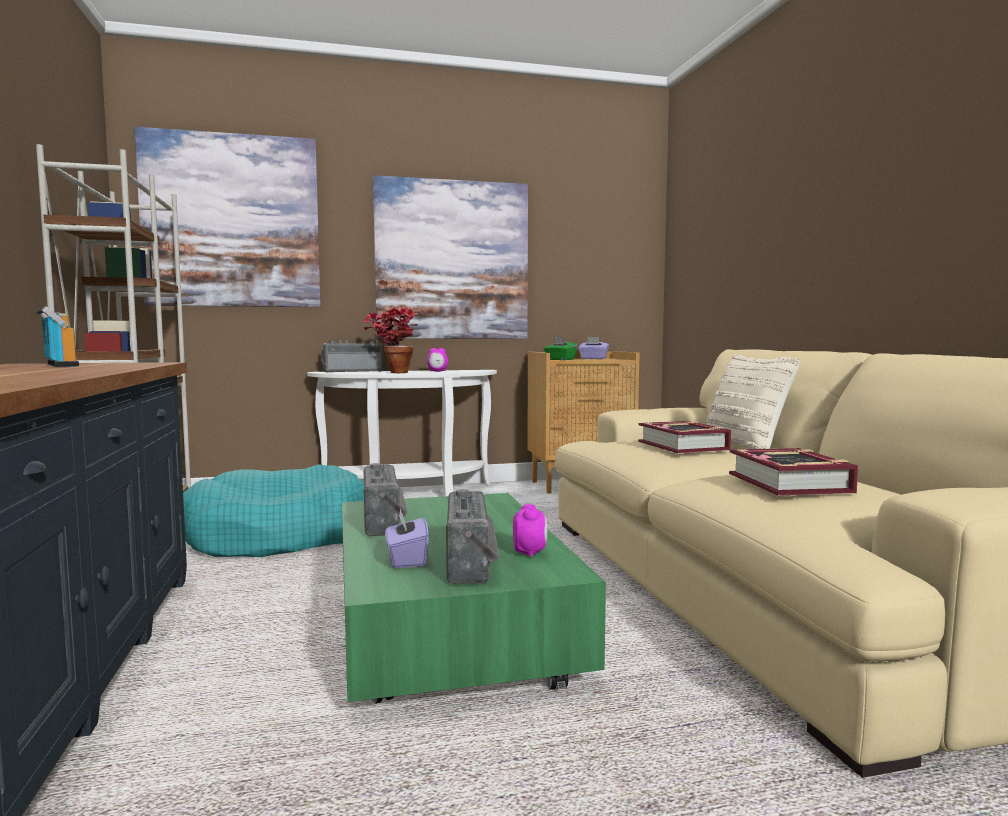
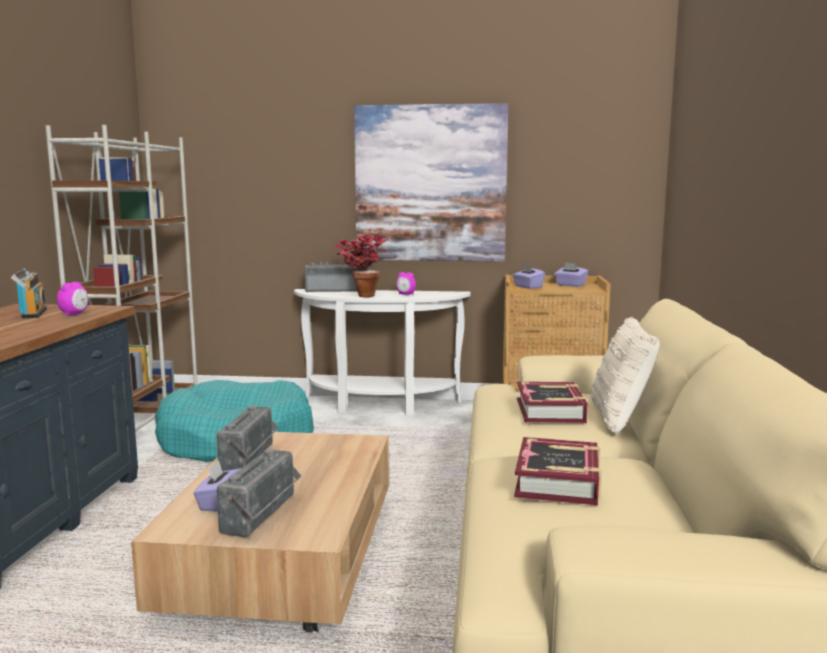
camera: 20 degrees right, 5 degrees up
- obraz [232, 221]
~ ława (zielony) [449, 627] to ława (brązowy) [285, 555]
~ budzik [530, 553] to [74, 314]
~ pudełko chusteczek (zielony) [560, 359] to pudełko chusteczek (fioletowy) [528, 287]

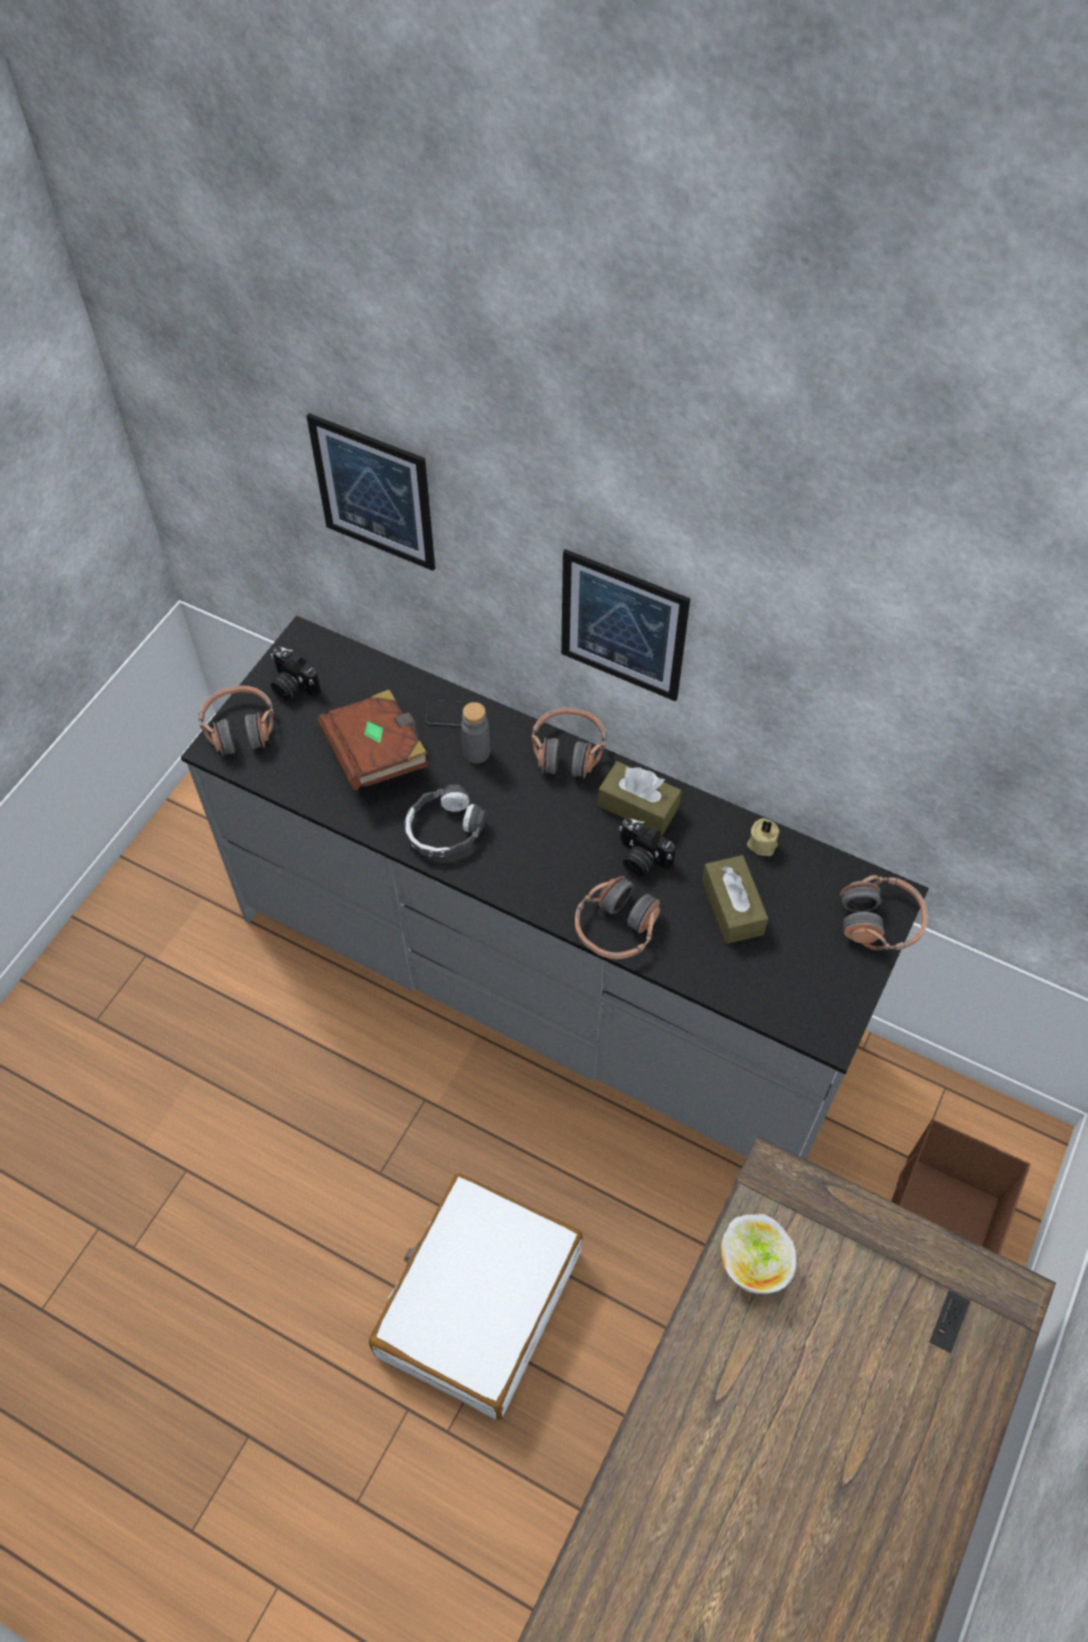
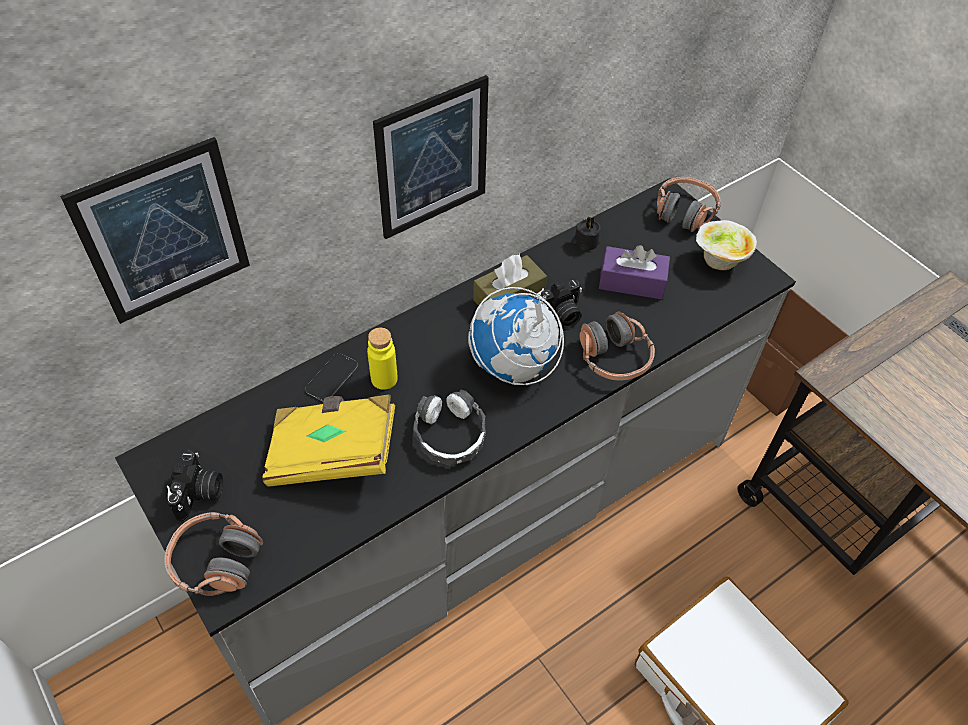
camera: 65 degrees left, 5 degrees down
~ aparat fotograficzny [292, 686] = [200, 494] 60 degrees counterclockwise
~ książka (brązowy) [377, 754] to książka (żółty) [332, 453]
~ butelka (szary) [476, 752] to butelka (żółty) [384, 379]
- słuchawki [568, 751]
~ pudełko chusteczek (brązowy) [732, 907] to pudełko chusteczek (fioletowy) [632, 282]
~ miska [754, 1264] to [718, 261]
~ świeca (beżowy) [762, 843] to świeca (czarny) [585, 242]
+ globus [512, 365]

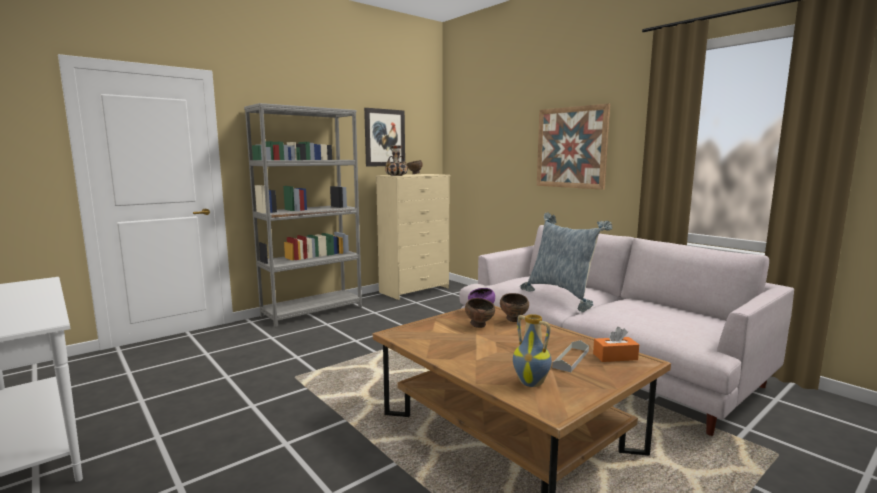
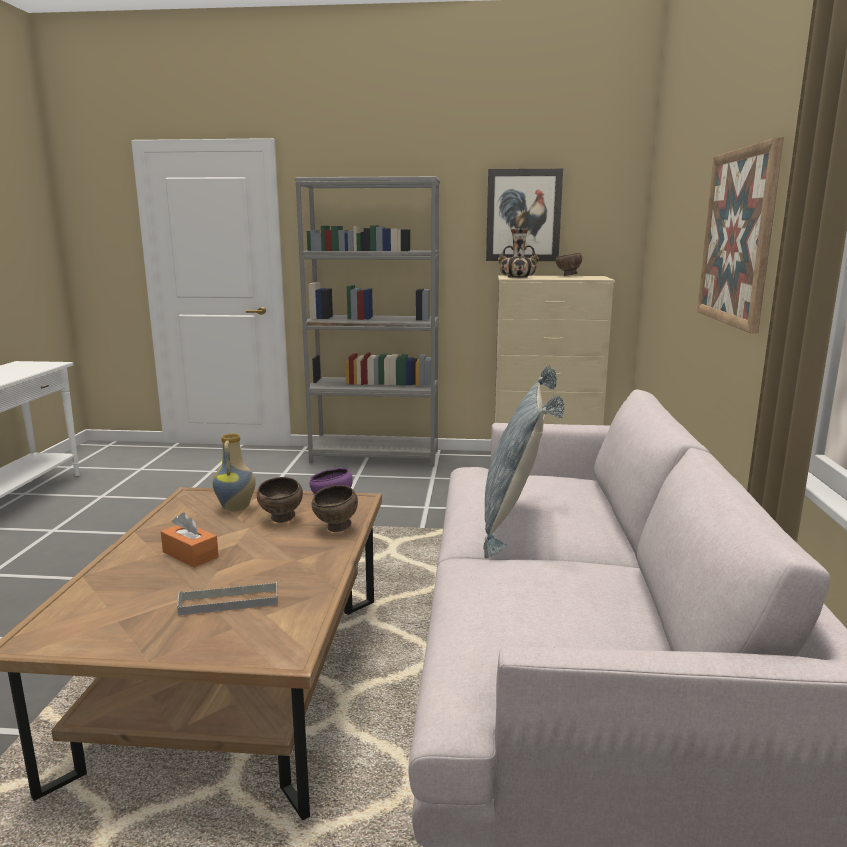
camera: 45 degrees right, 5 degrees up
~ wazon [531, 383] to [237, 508]
~ pudełko chusteczek (pomarańczowy) [615, 357] to [190, 554]

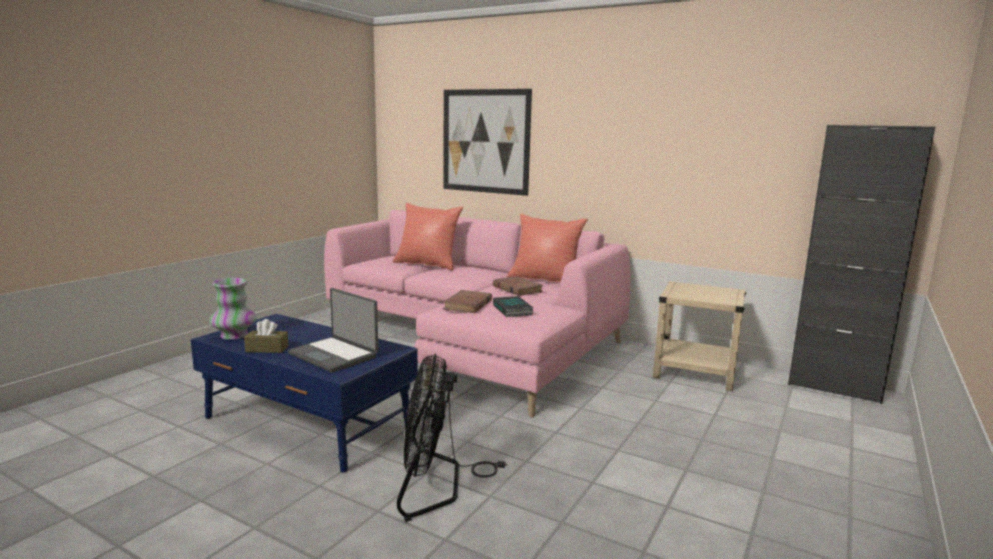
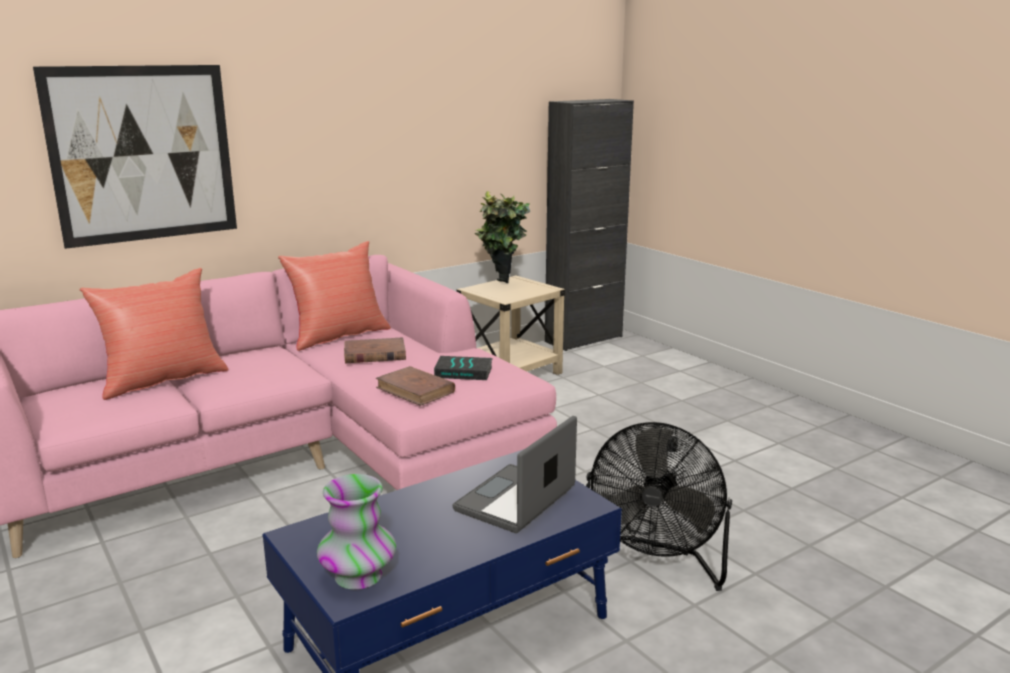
camera: 65 degrees left, 5 degrees up
- pudełko chusteczek (brązowy) [267, 349]
~ laptop [334, 355] = [517, 501] 150 degrees clockwise
+ roślina doniczkowa [501, 286]

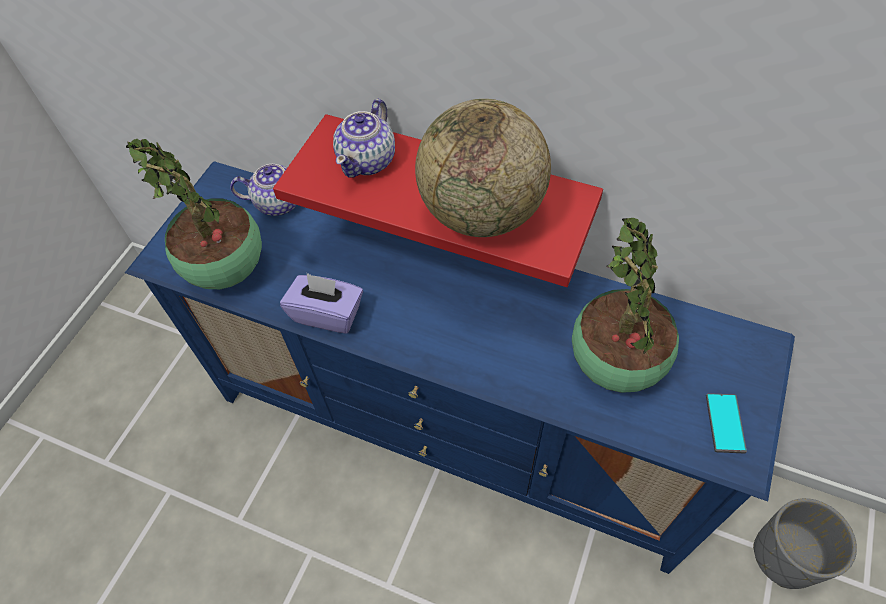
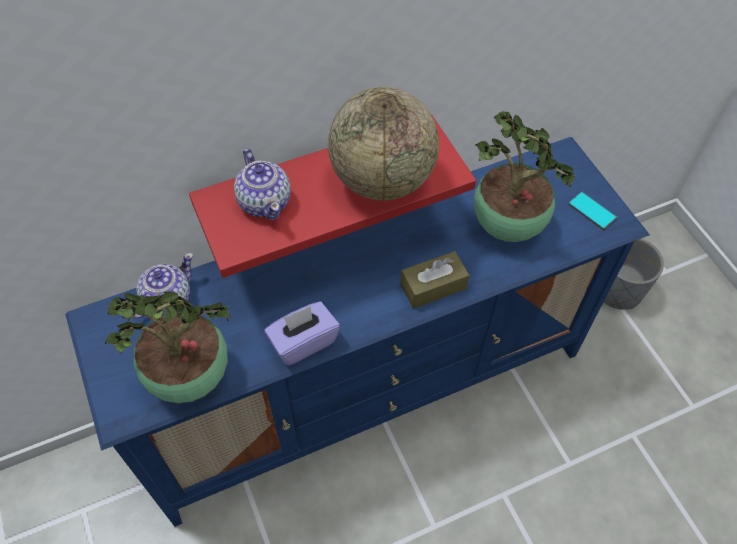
camera: 50 degrees left, 0 degrees up
+ pudełko chusteczek (brązowy) [433, 286]

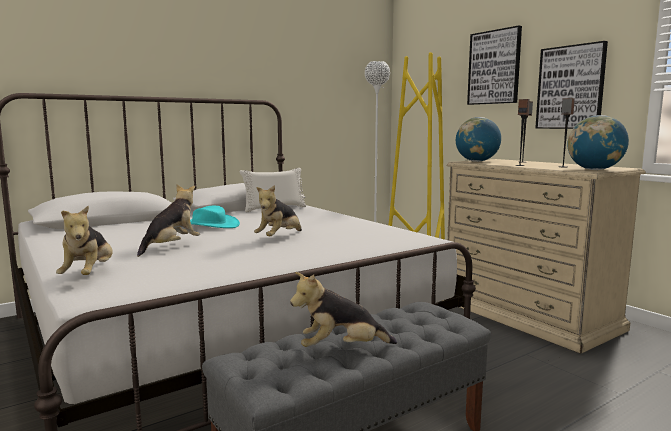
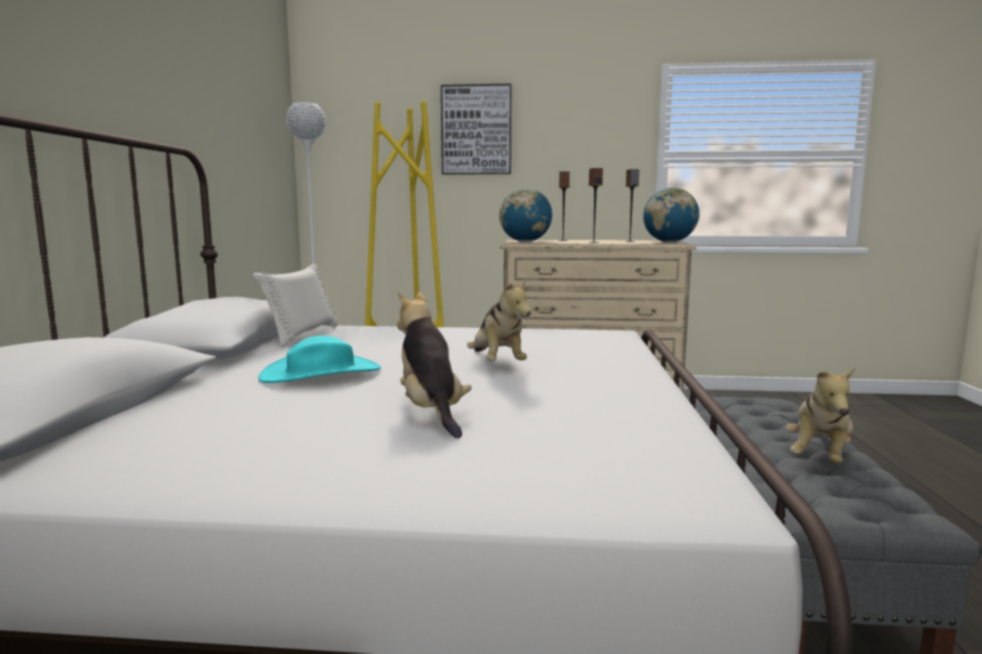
camera: 50 degrees left, 0 degrees up
- pluszak [89, 275]
- obraz [570, 87]

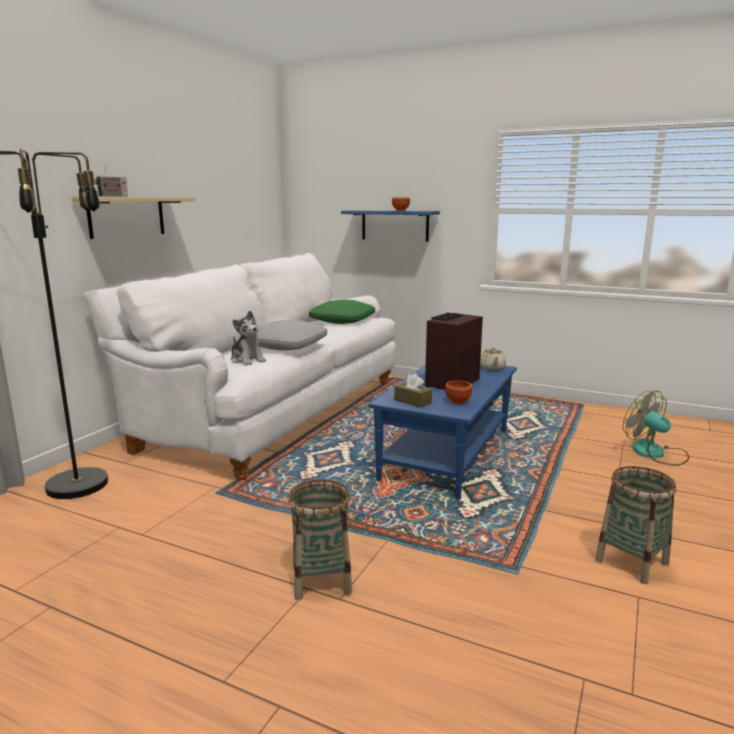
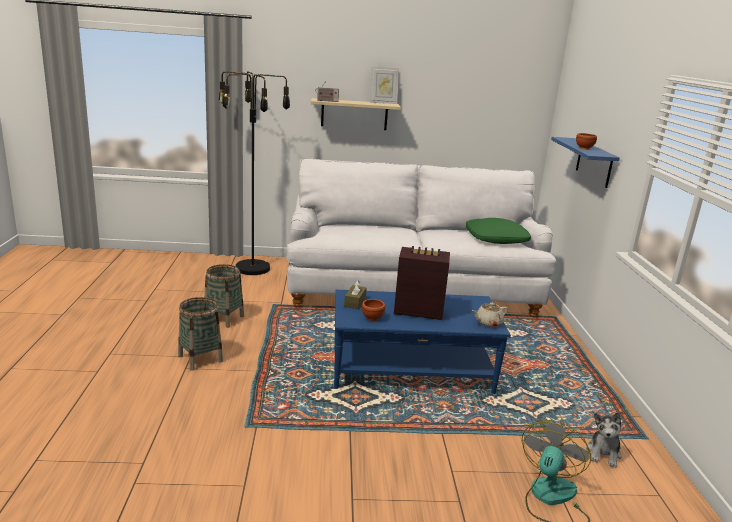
camera: 60 degrees right, 5 degrees up
~ pluszak [247, 360] to [603, 453]
- poduszka (szary) [286, 345]
~ koszyk [632, 562] to [223, 318]
+ ramka na zdjęcie [383, 103]

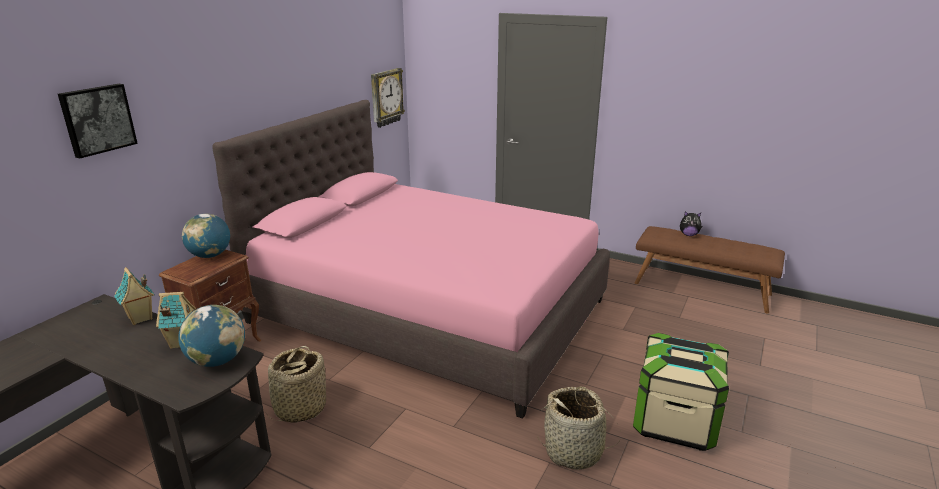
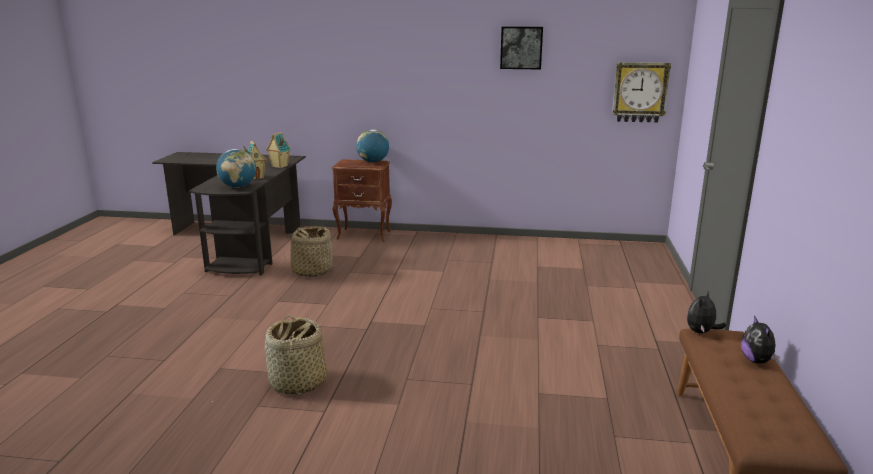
camera: 70 degrees right, 5 degrees down
~ obraz [97, 119] to [521, 47]
- łóżko (różowy) [428, 310]
- pojemnik do przechowywania [674, 422]
+ pluszak [701, 332]

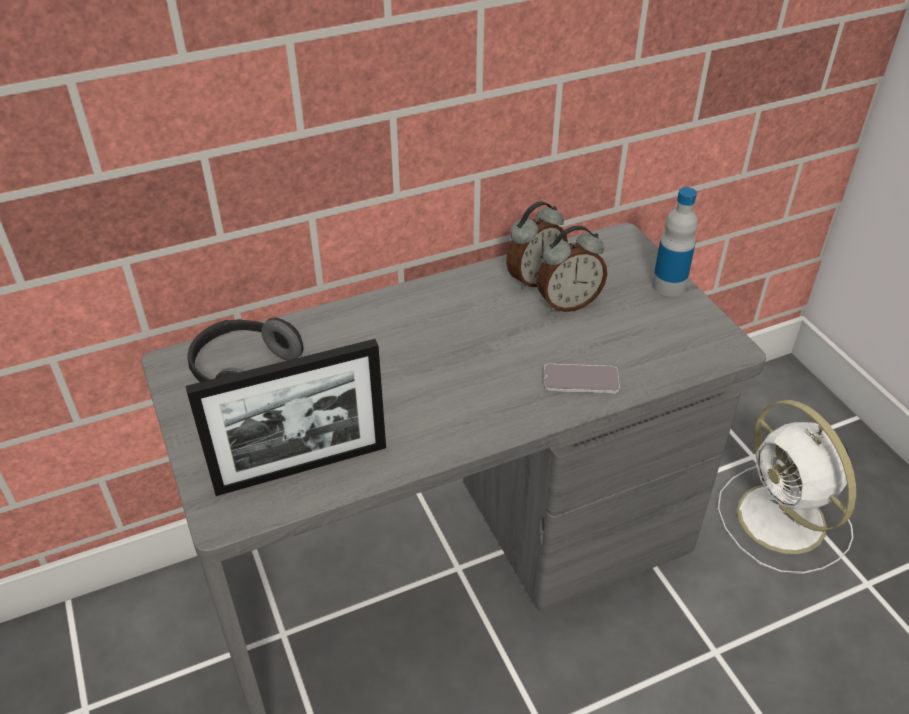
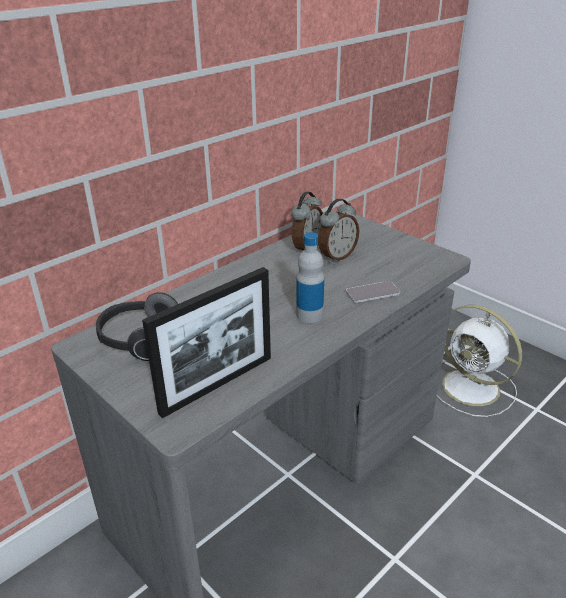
camera: 20 degrees left, 10 degrees down
~ butelka [668, 286] to [309, 315]

